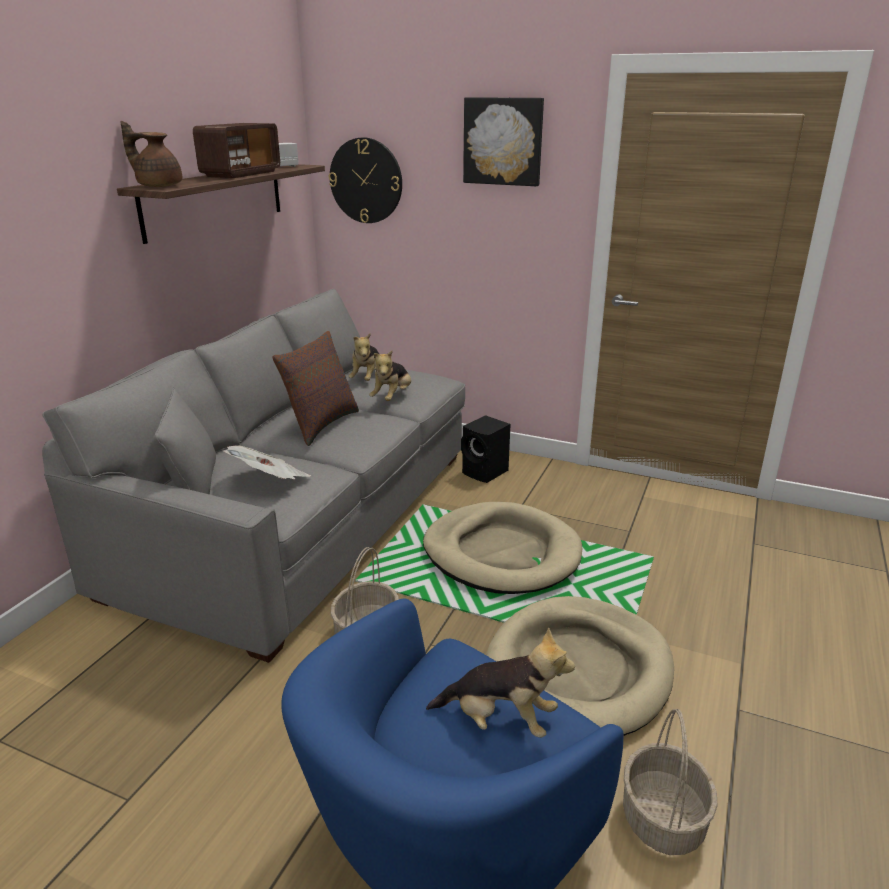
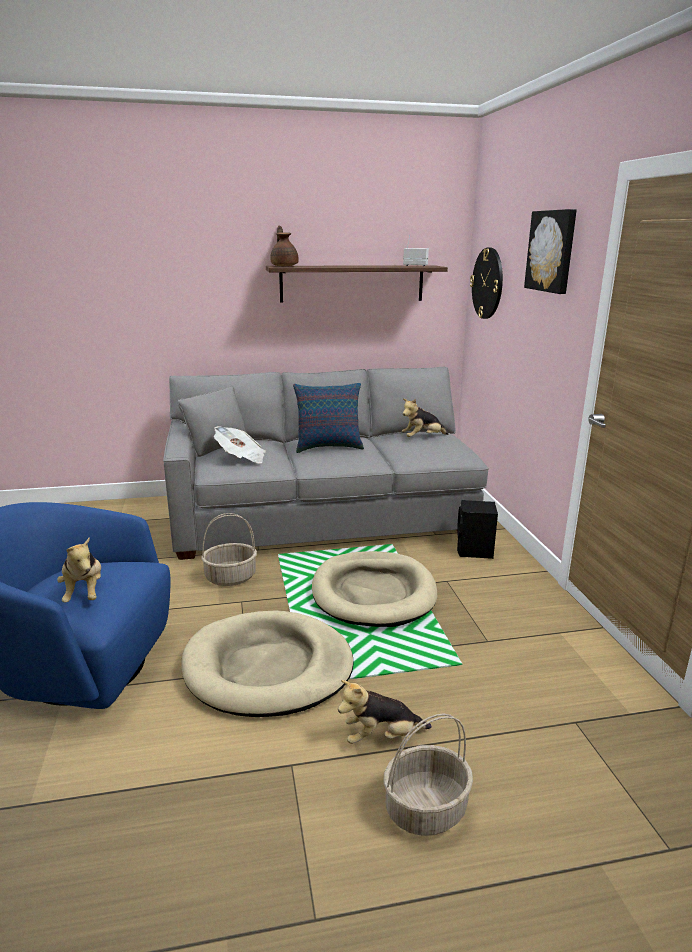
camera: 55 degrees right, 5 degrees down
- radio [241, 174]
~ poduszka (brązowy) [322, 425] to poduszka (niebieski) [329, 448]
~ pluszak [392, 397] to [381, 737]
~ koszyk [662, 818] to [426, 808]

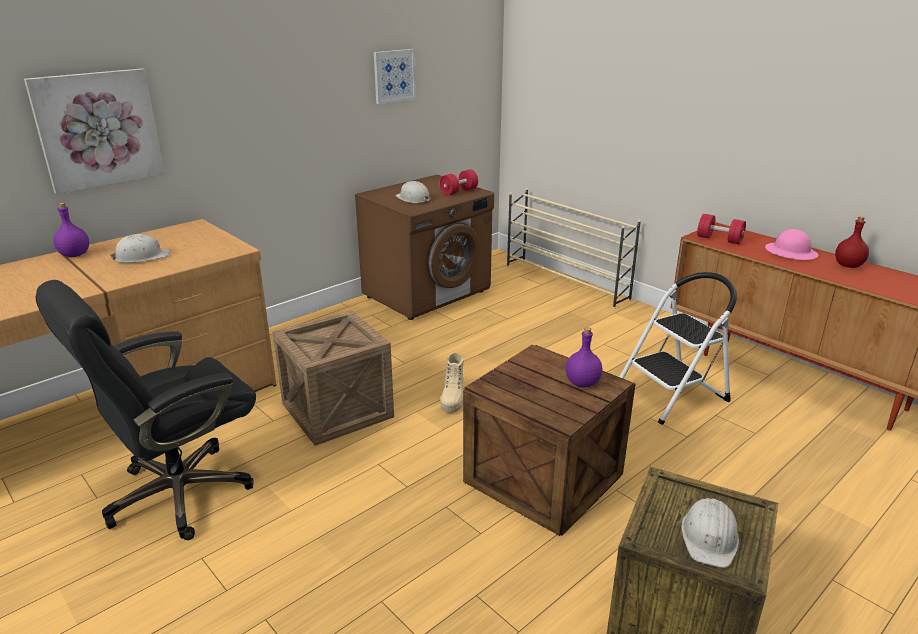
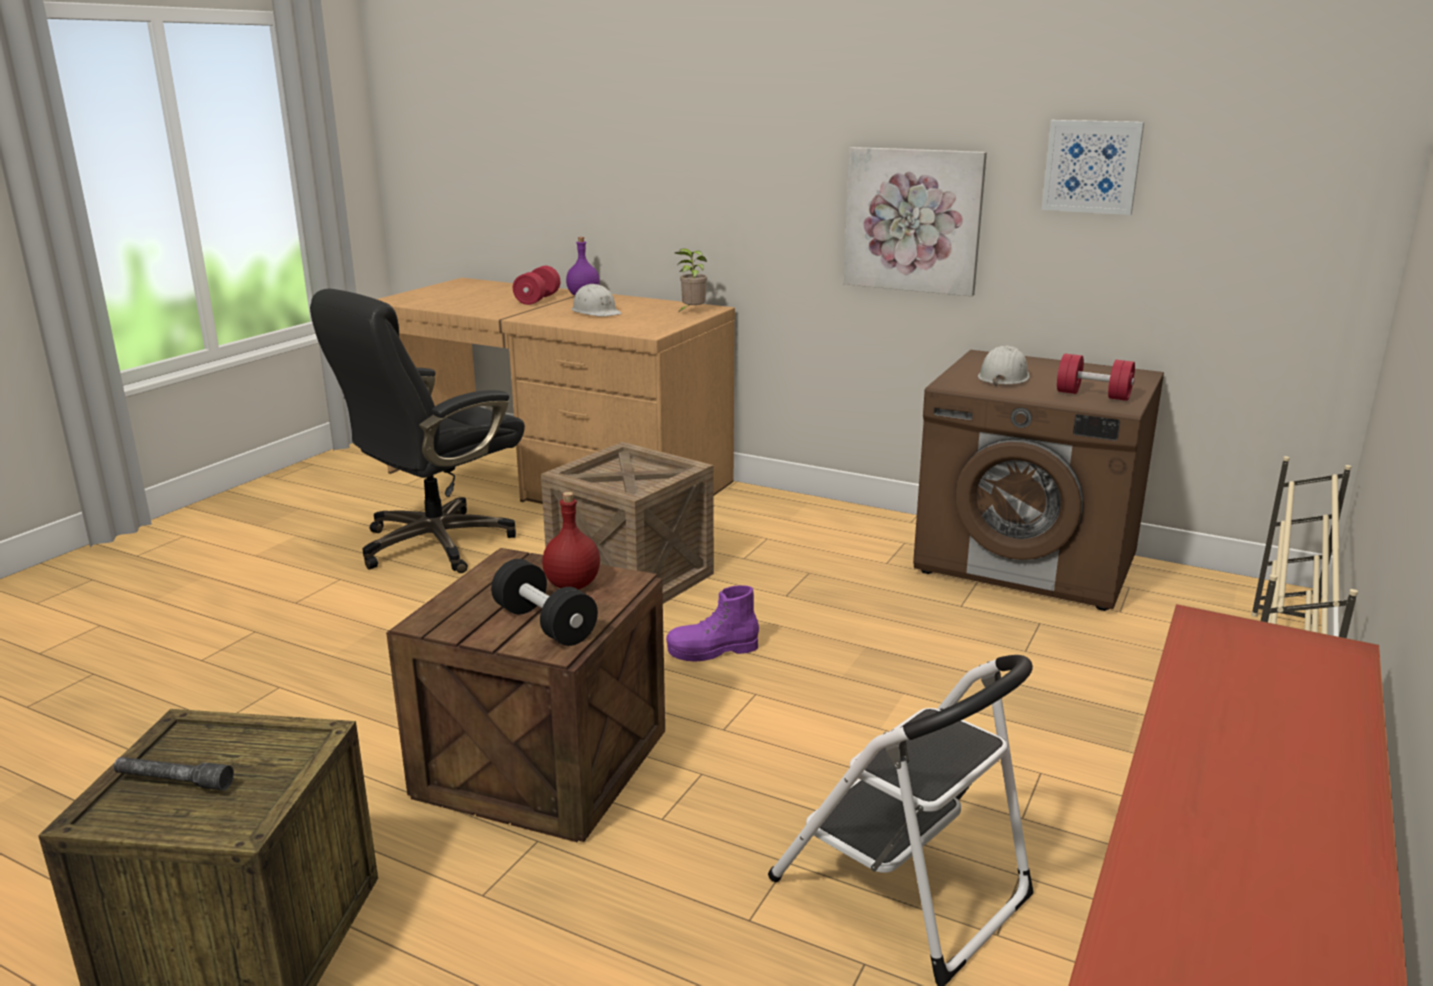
camera: 70 degrees right, 5 degrees down
~ obraz [98, 129] to [913, 220]
~ krzesło biurowe (czarny) [183, 491] = [439, 542] 75 degrees counterclockwise
~ but z cholewką (beżowy) [453, 399] to but z cholewką (fioletowy) [712, 651]
~ butelka (fioletowy) [582, 383] to hantel (czarny) [544, 624]
~ kask (biały) [709, 537] to latarka (szary) [173, 781]
~ hantel (czerwony) [719, 239] to [537, 299]
- kask (różowy) [791, 252]
~ butelka (czerwony) [847, 265] to [573, 584]
+ roślina doniczkowa [692, 312]

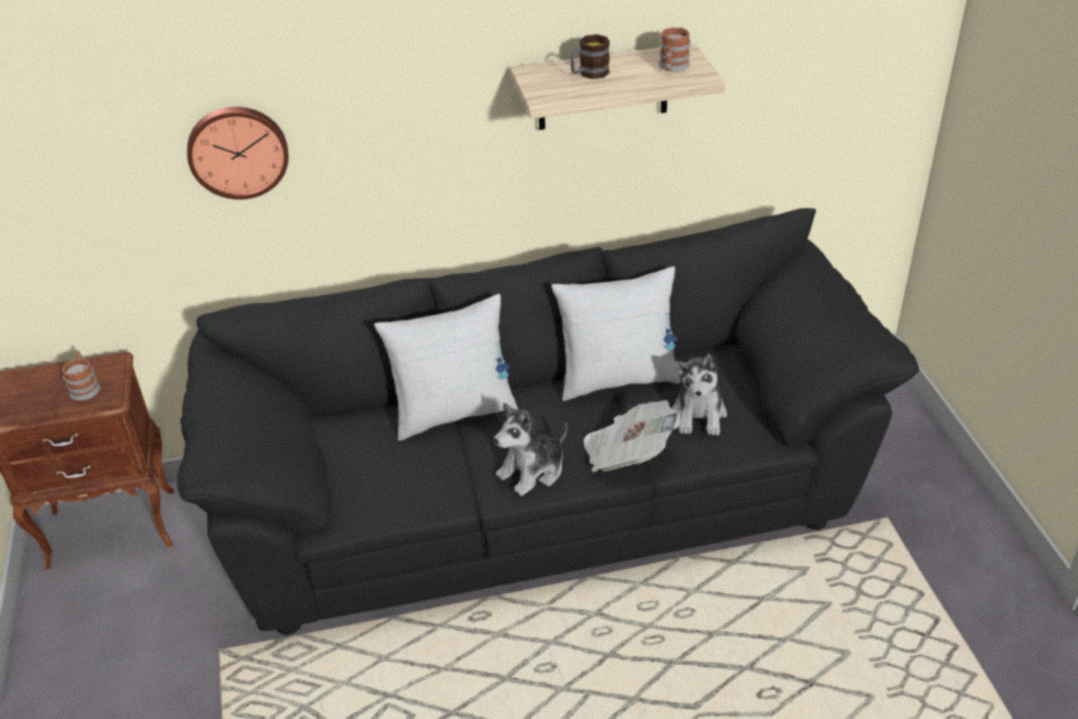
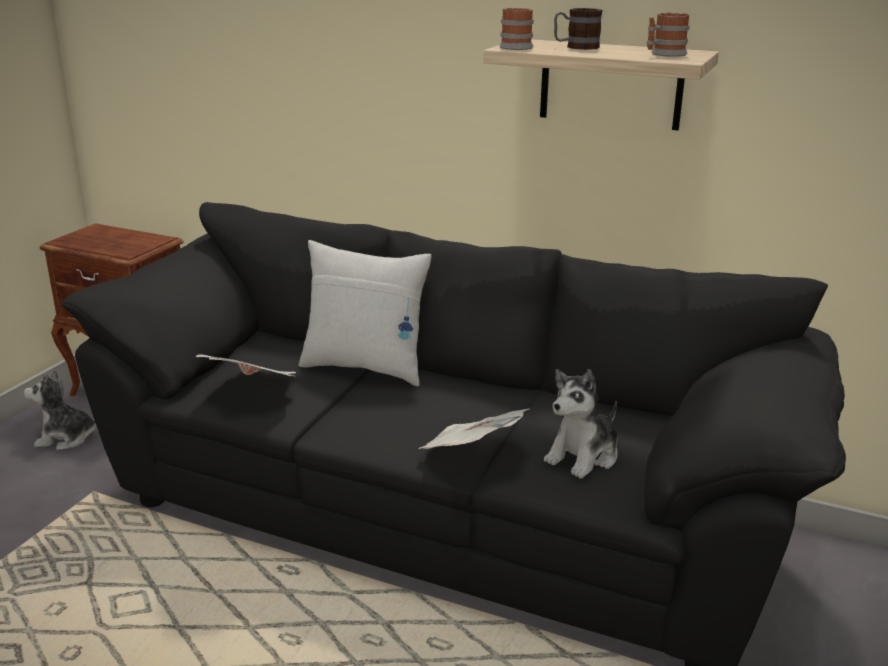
camera: 35 degrees right, 15 degrees down
~ kubek [85, 387] to [518, 46]
- zegar ścienny [238, 151]
~ pluszak [532, 471] to [66, 438]
- poduszka (szary) [617, 380]
+ gazeta [253, 389]

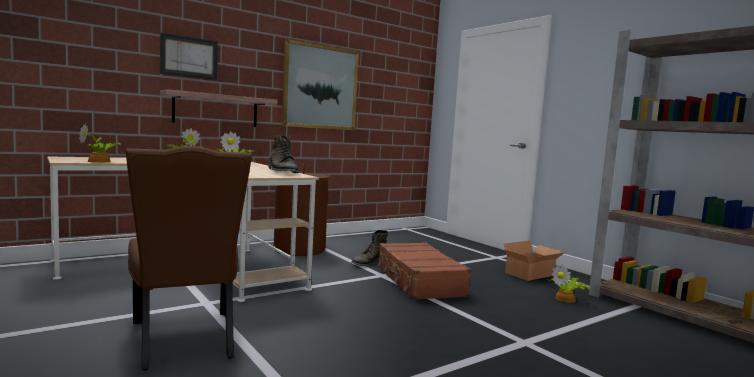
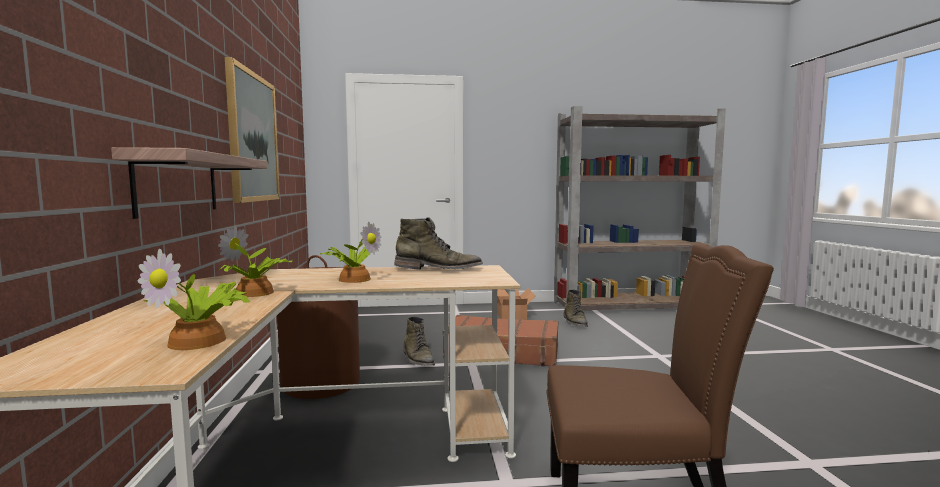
camera: 60 degrees left, 0 degrees up
- obraz [189, 57]
~ roślina doniczkowa [566, 299] to but z cholewką (zielony) [575, 322]

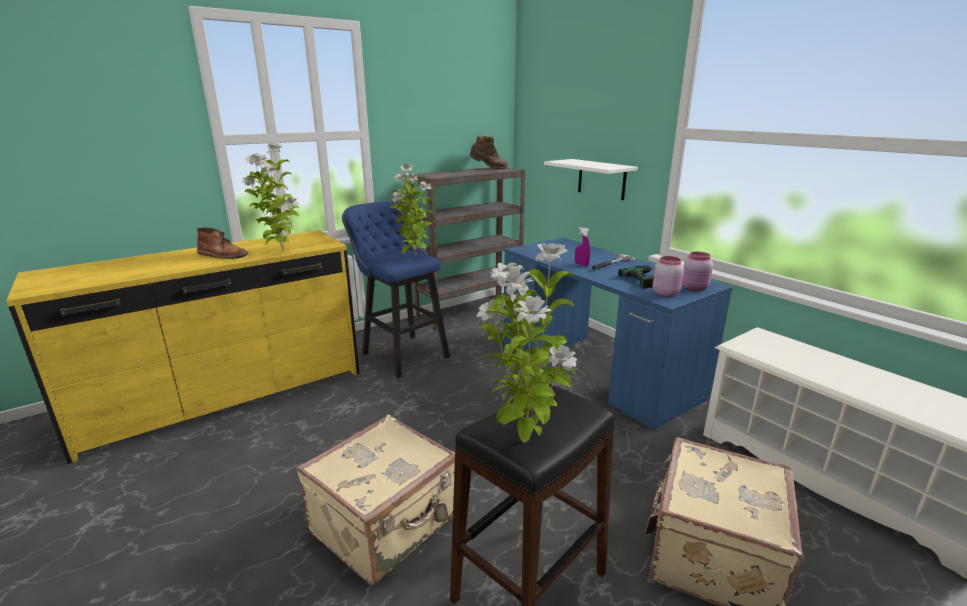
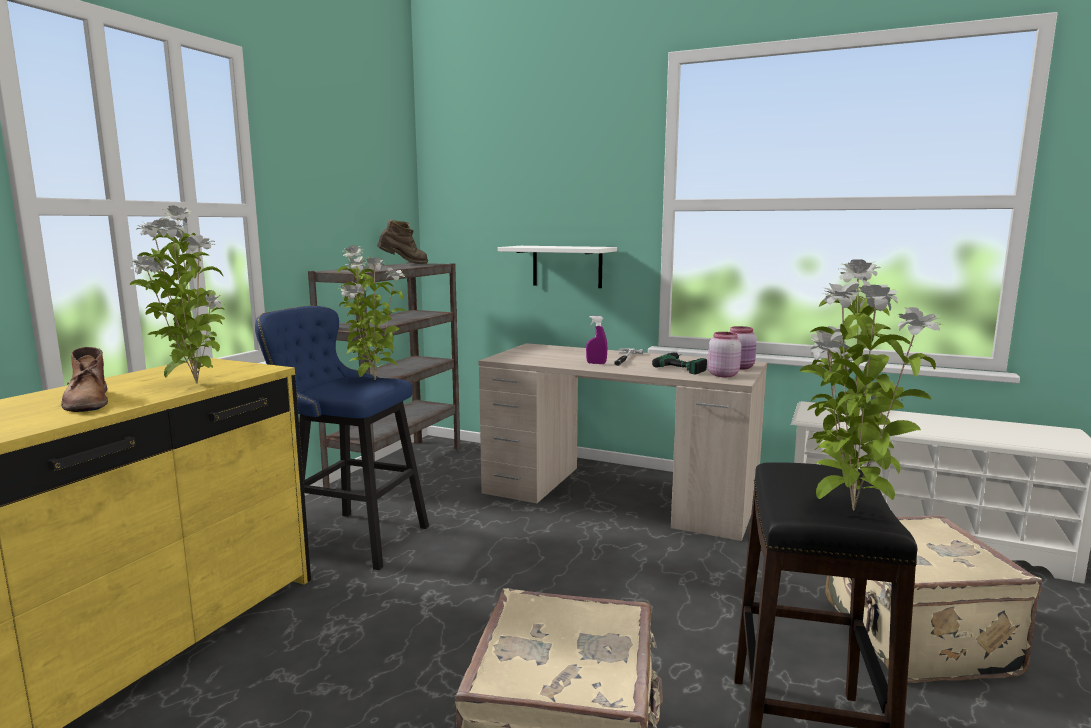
camera: 30 degrees left, 10 degrees down
~ but z cholewką (brązowy) [223, 255] = [87, 401] 75 degrees clockwise
~ biurko (niebieski) [596, 367] to biurko (beżowy) [619, 495]

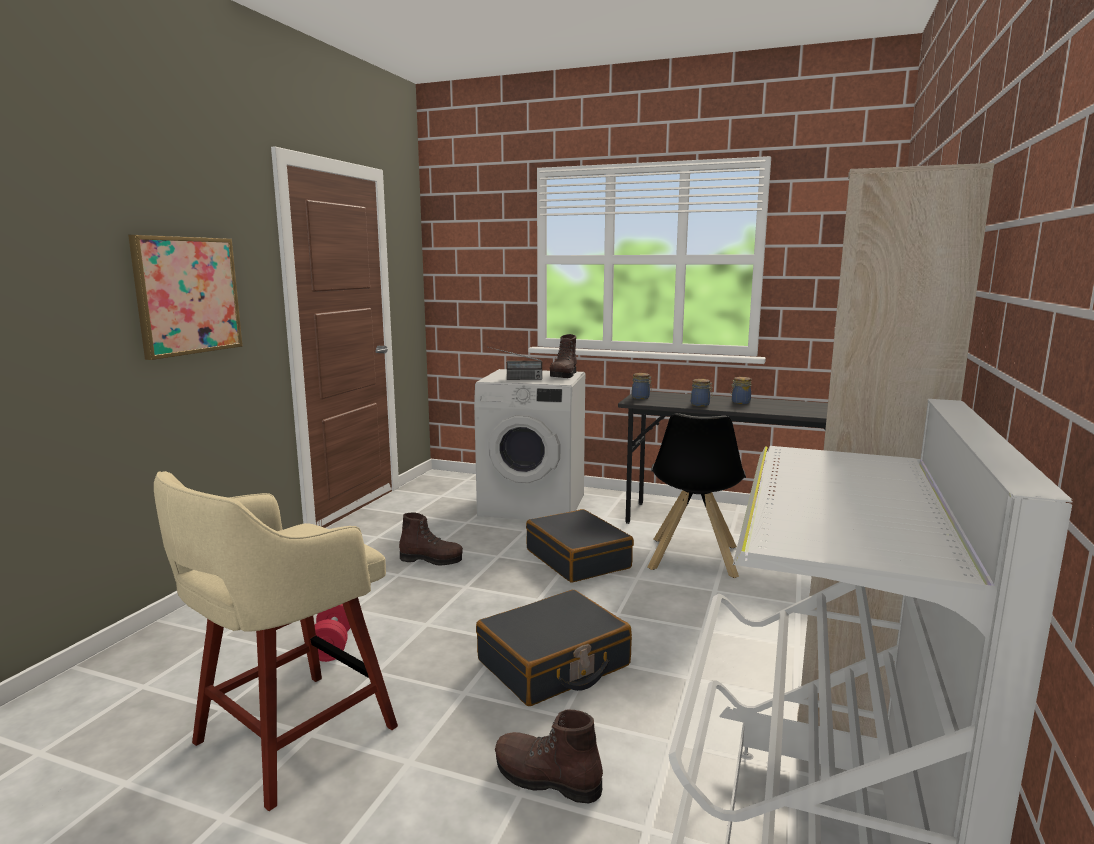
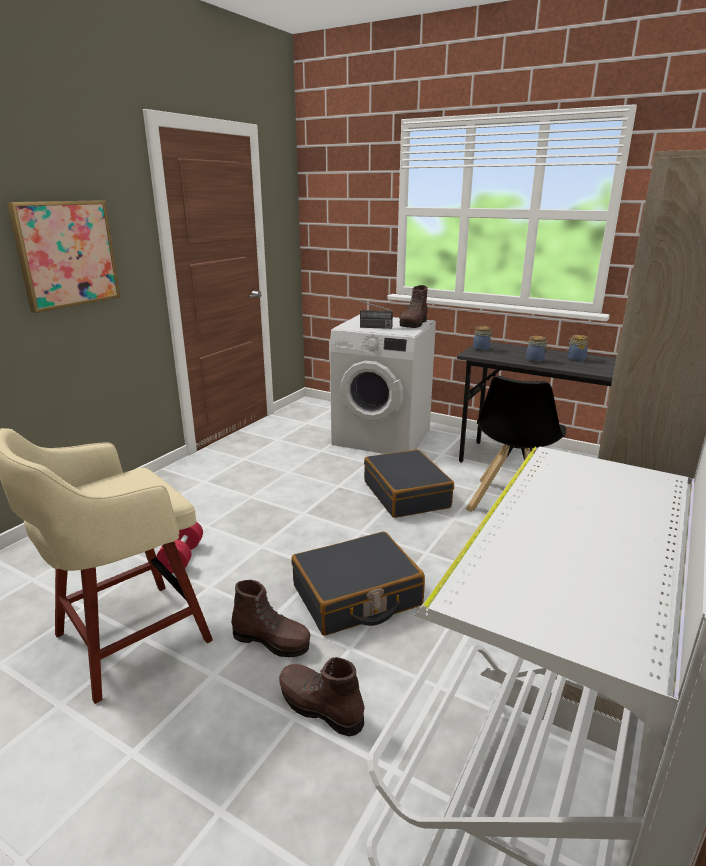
camera: 10 degrees right, 10 degrees up
~ but z cholewką (brązowy) [431, 559] to [272, 641]

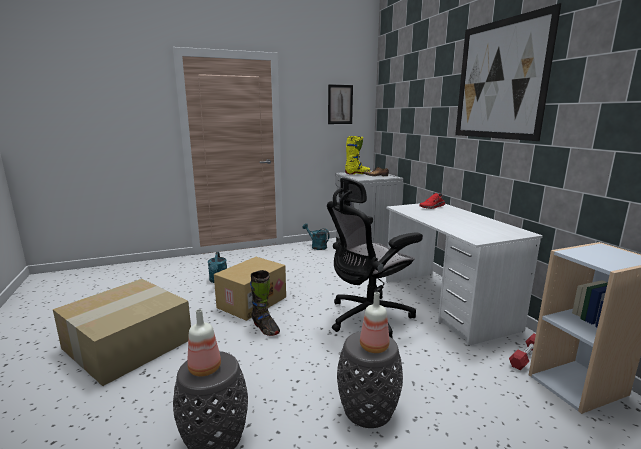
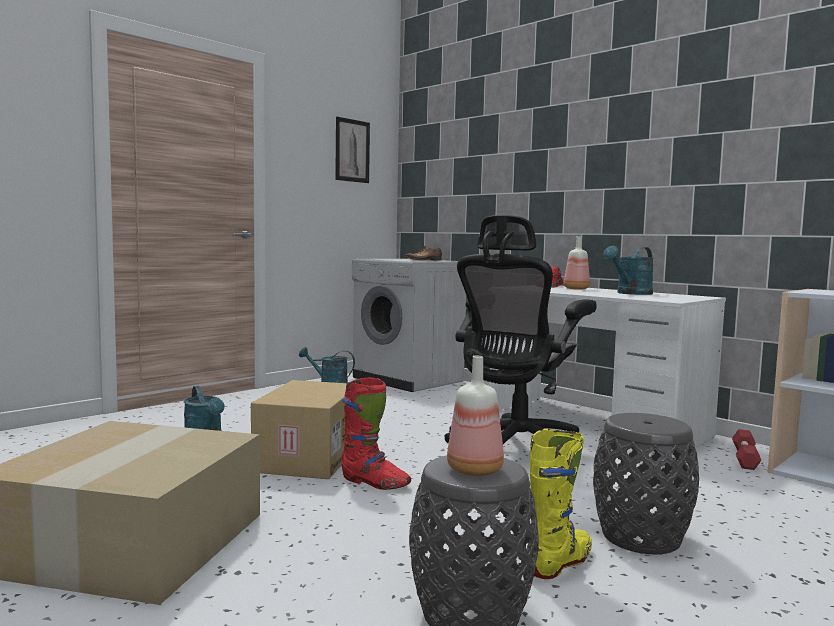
camera: 25 degrees left, 10 degrees down
~ but z cholewką (czarny) [265, 328] to but z cholewką (czerwony) [374, 483]
~ but z cholewką (żółty) [357, 173] to [560, 563]
~ butelka [374, 348] to [577, 289]
- obraz [499, 80]
+ konewka (turkusowy) [630, 293]

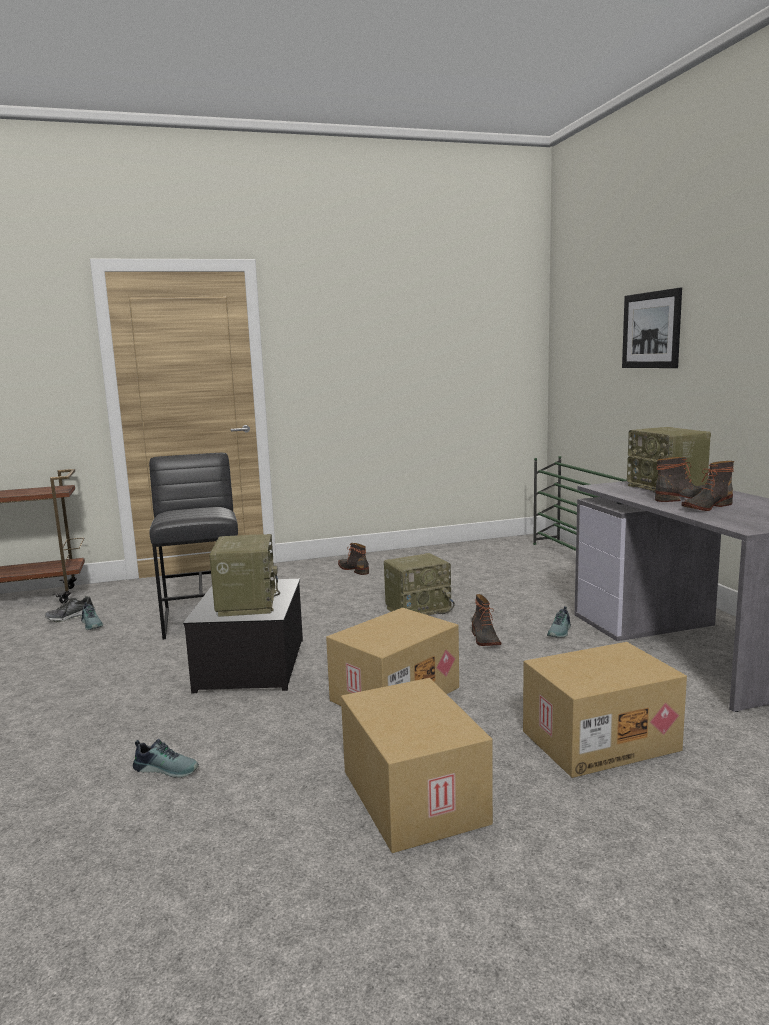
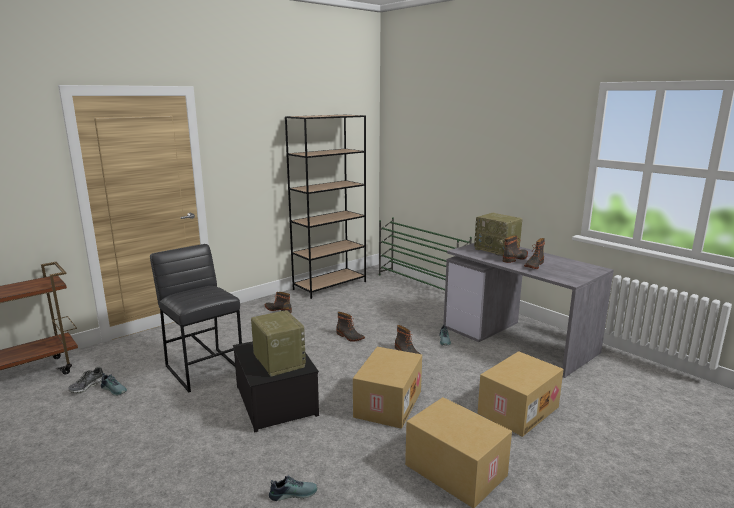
camera: 25 degrees left, 5 degrees up
~ radio [418, 609] to but z cholewką [349, 337]
- obraz [651, 330]
+ regał (beżowy) [330, 285]

